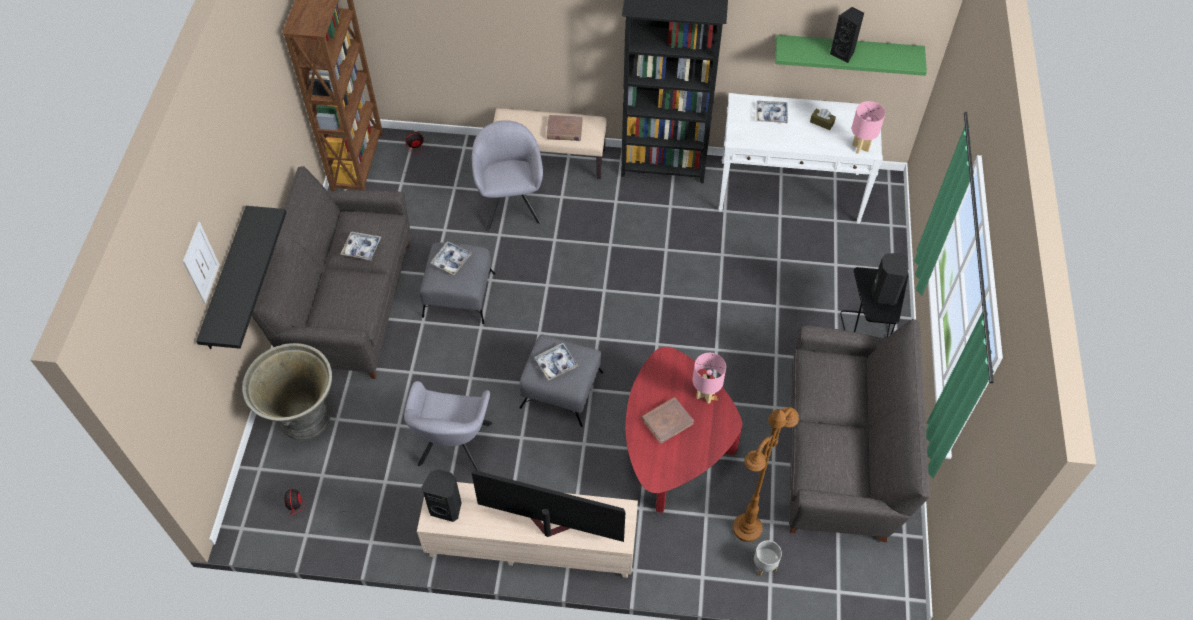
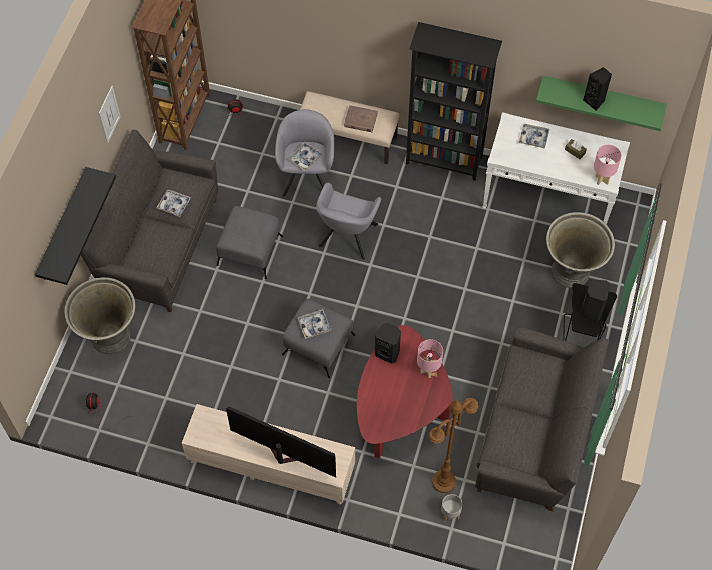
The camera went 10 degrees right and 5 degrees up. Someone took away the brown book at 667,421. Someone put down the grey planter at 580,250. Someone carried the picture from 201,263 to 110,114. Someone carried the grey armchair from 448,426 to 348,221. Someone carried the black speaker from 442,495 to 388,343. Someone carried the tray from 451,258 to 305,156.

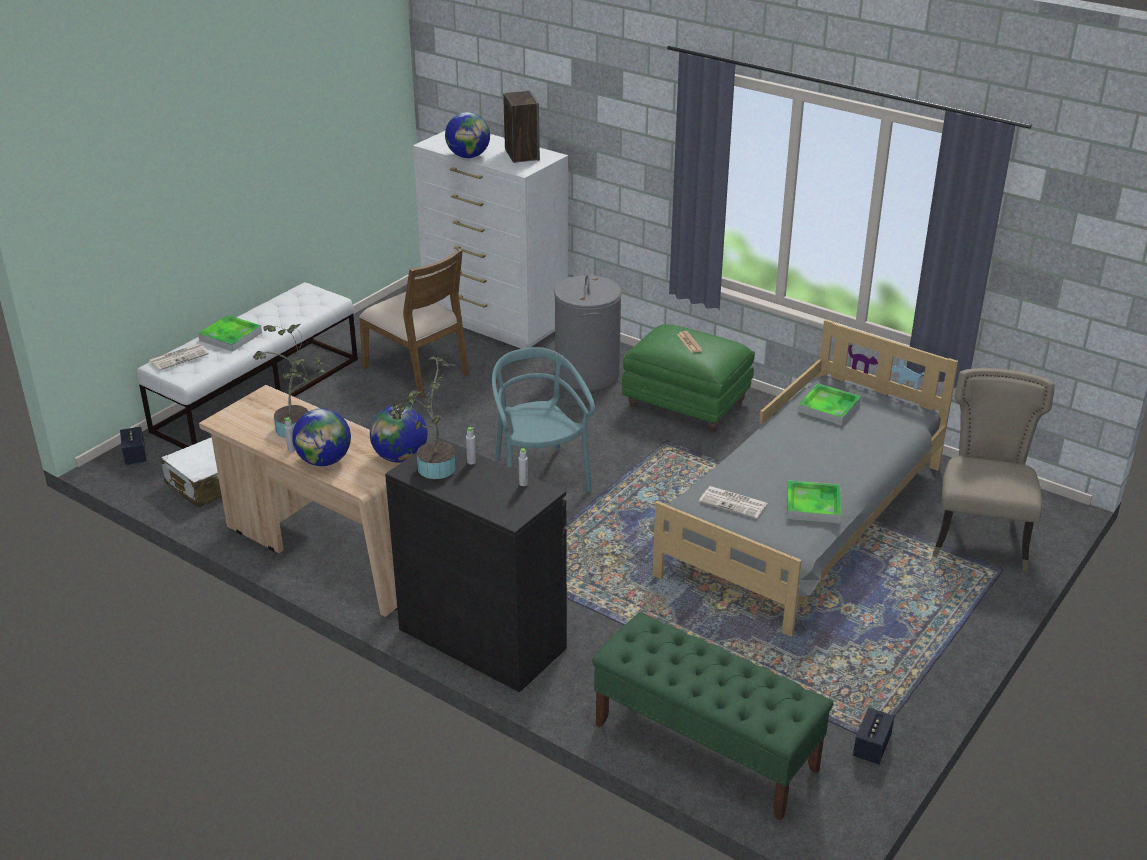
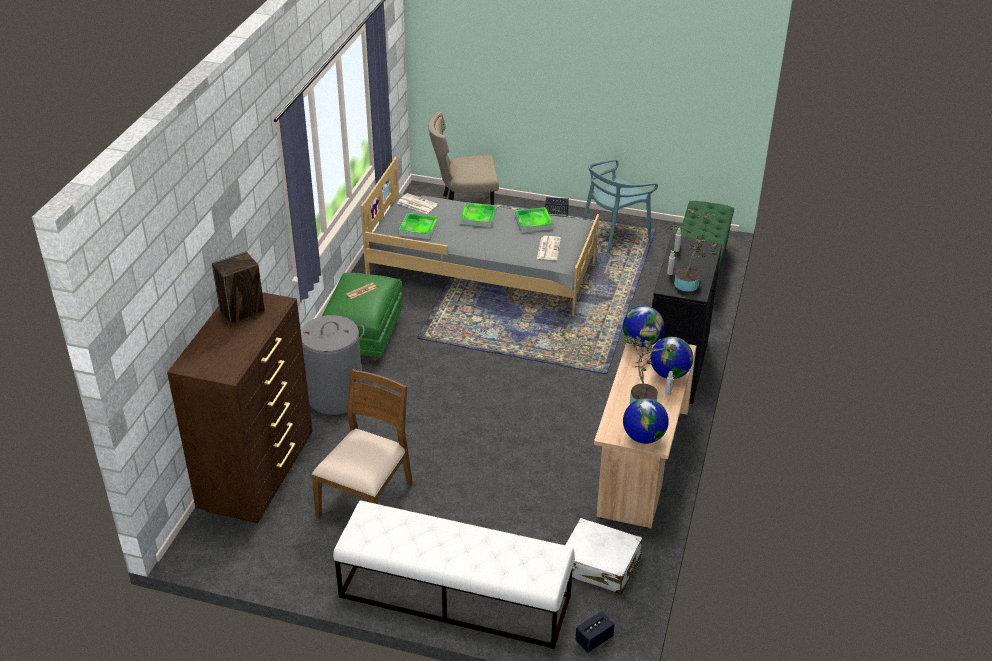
The camera went 110 degrees left and 5 degrees up. Someone carried the newspaper from 179,357 to 417,203. Someone carried the tray from 230,333 to 478,215. Someone carried the globe from 467,135 to 646,421. Someone carried the turquoise chair from 543,419 to 620,206. Someone carried the speaker from 874,736 to 557,207. Someone repainted the white dresser at 490,240, which became the brown dresser at 239,407.

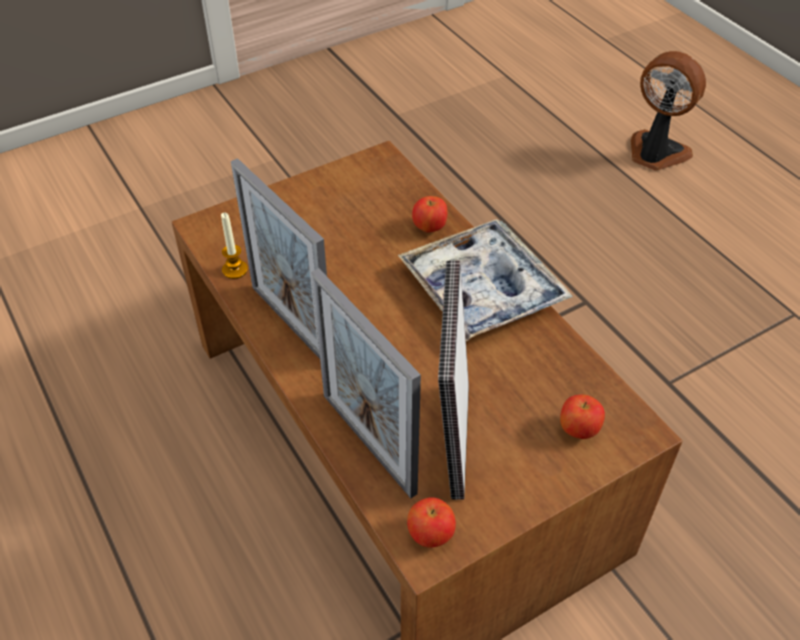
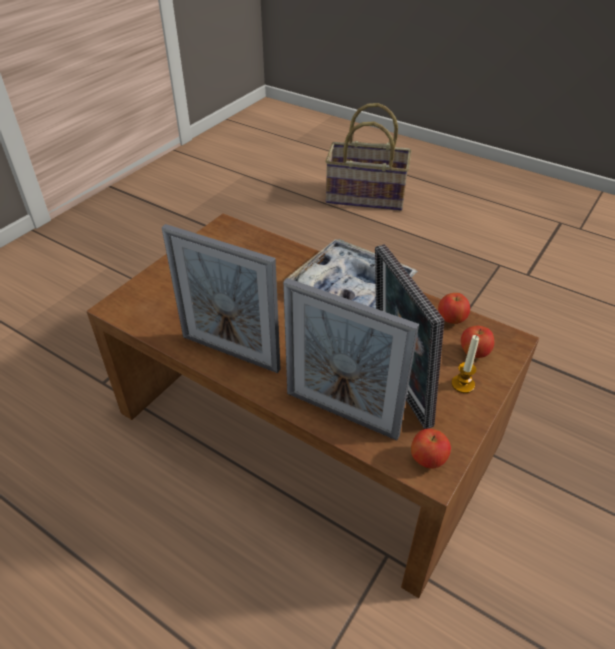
The camera went 25 degrees left and 5 degrees down. Someone carried the candle from 234,246 to 465,364. Someone carried the apple from 429,214 to 454,308. Someone swapped the fan at 668,111 for the basket at 368,157.

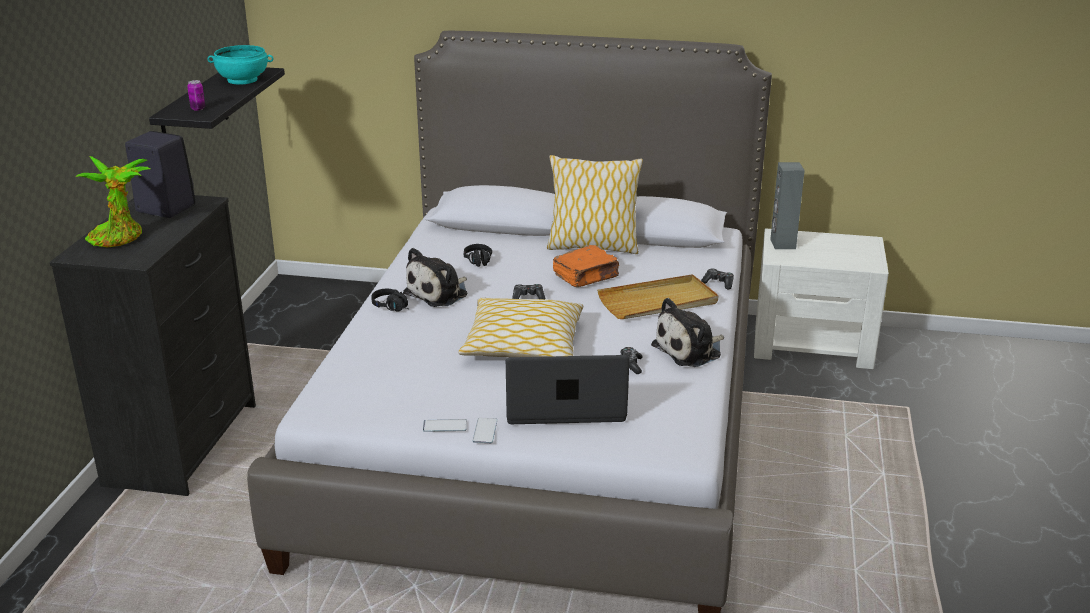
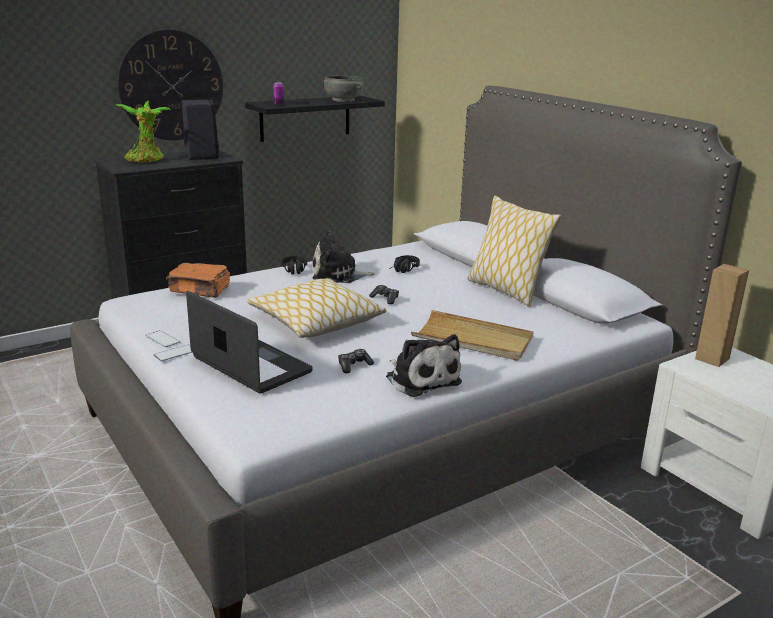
The camera went 45 degrees right and 5 degrees down. Someone took away the game controller at 717,279. Someone put up the wall clock at 170,84. Someone carried the orange book from 586,266 to 198,280. Someone repainted the turquoise bowl at 240,65, which became the grey bowl at 344,88. Someone repainted the grey speaker at 787,205, which became the brown speaker at 722,315. Someone rotated the plush toy at 687,332 by 135 degrees counterclockwise.

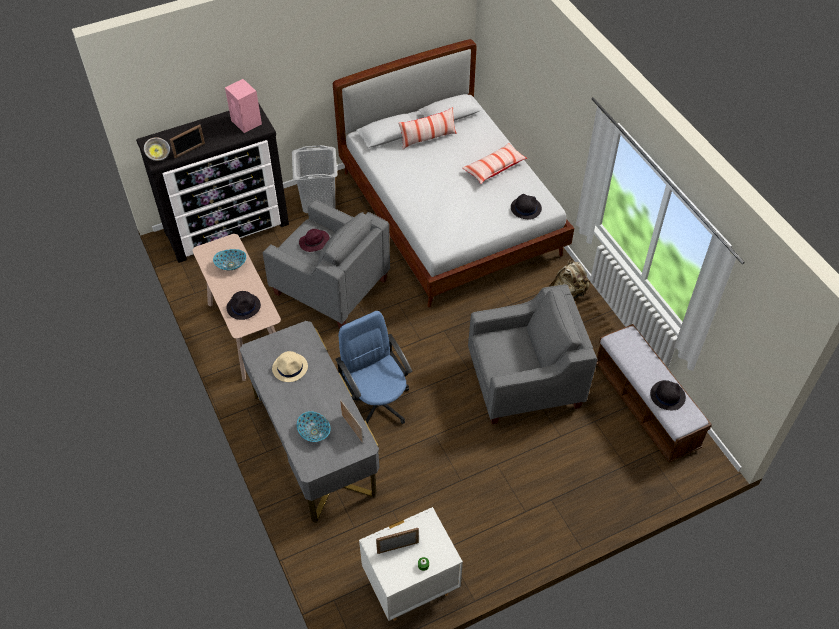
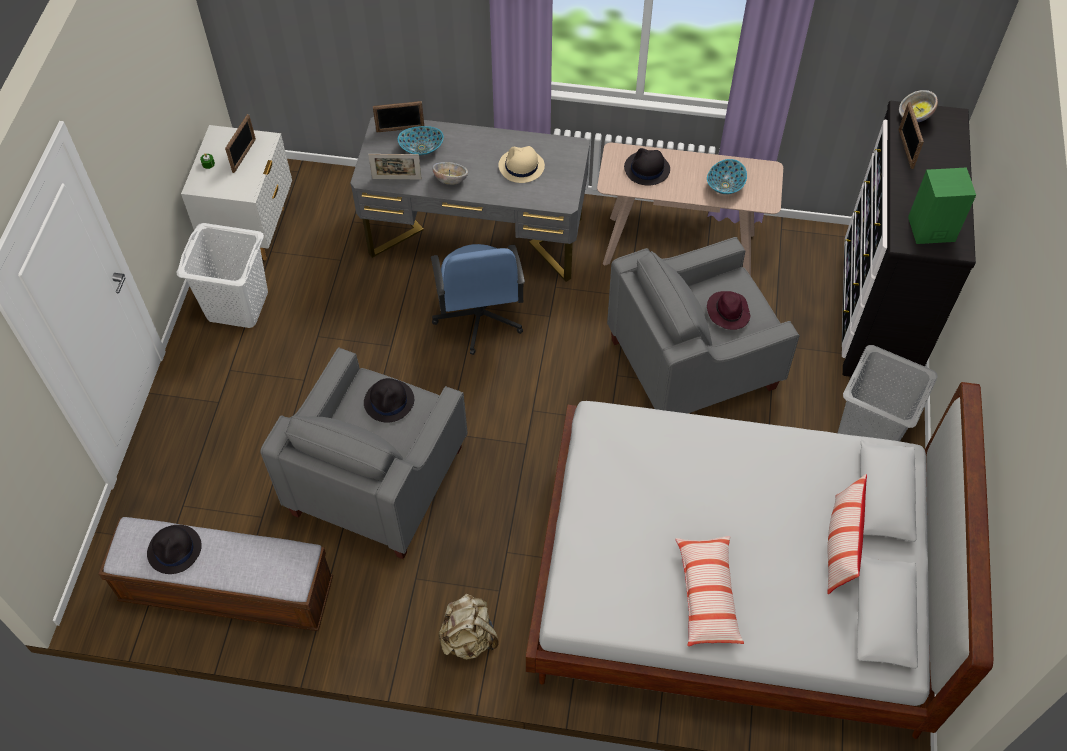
The camera went 125 degrees right and 5 degrees up. Someone put down the white laundry basket at 222,275. Someone put down the picture frame at 398,117. Someone put down the bowl at 450,173. Someone carried the black hat from 526,207 to 389,400. Someone repainted the pink speaker at 243,106, which became the green speaker at 942,205. Someone rotated the blue office chair at 374,367 by 75 degrees clockwise.

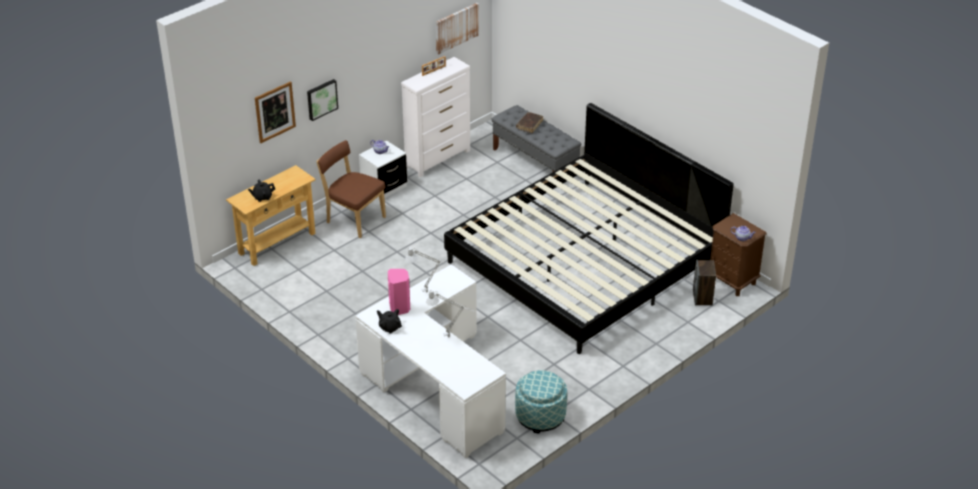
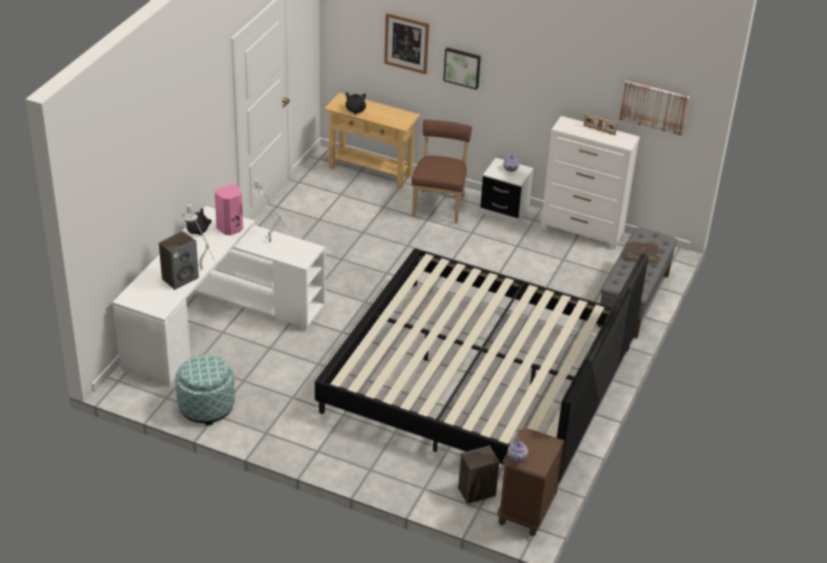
The camera went 65 degrees right and 0 degrees up. Someone put down the speaker at 179,260.

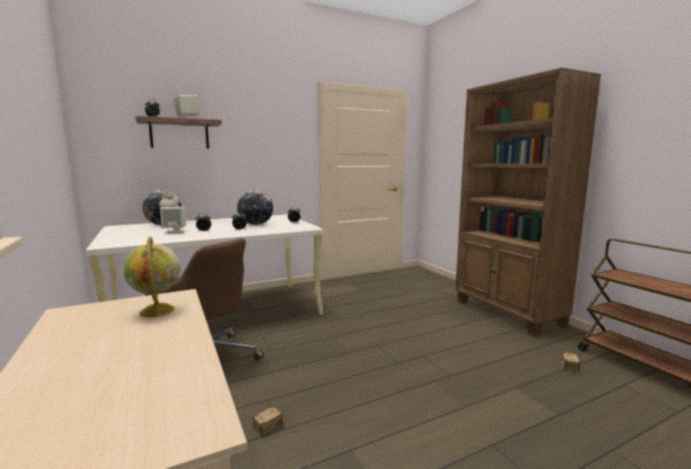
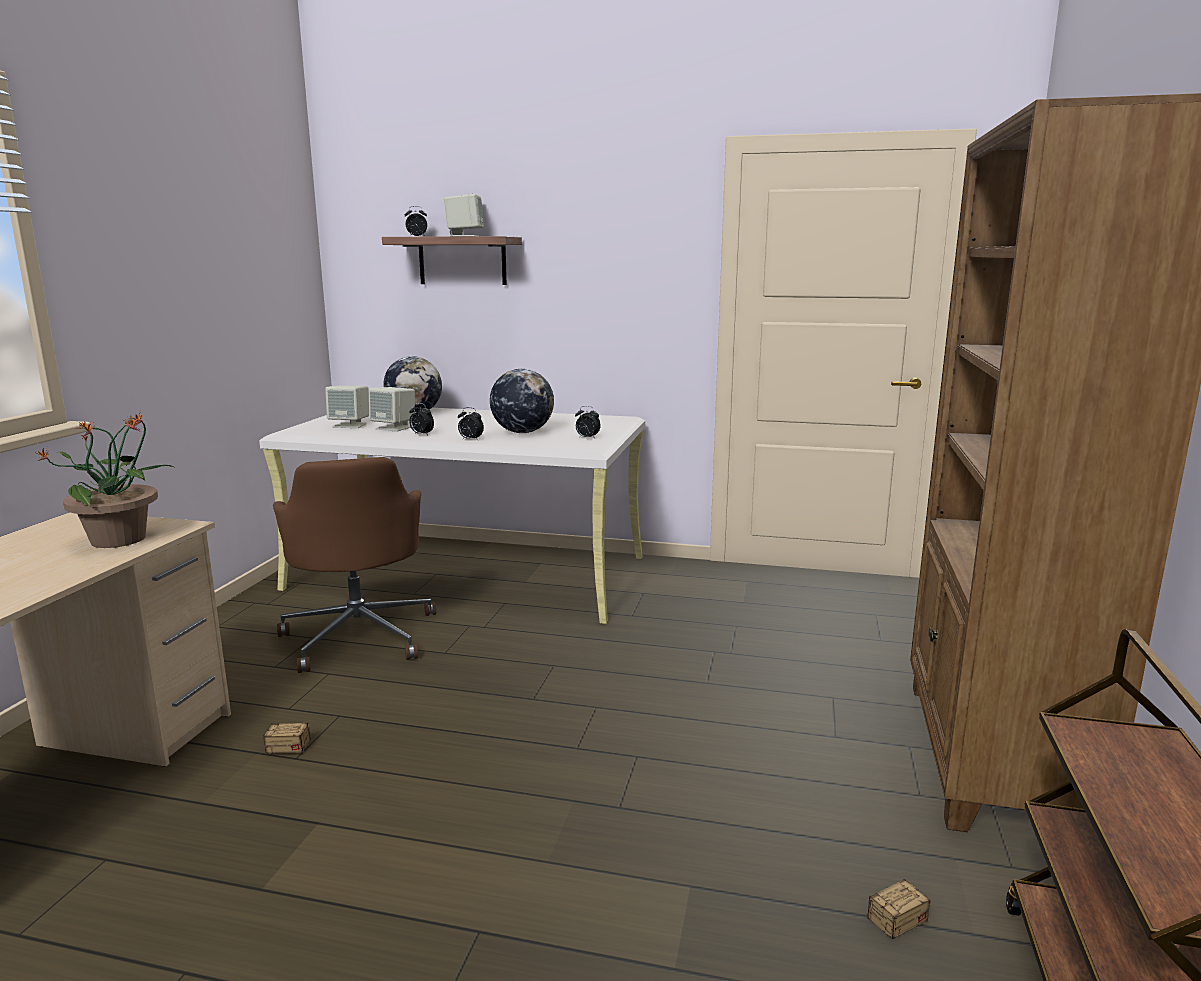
The camera went 40 degrees right and 5 degrees up. Someone put down the beige speaker at 347,406. Someone swapped the globe at 152,276 for the potted plant at 104,479.

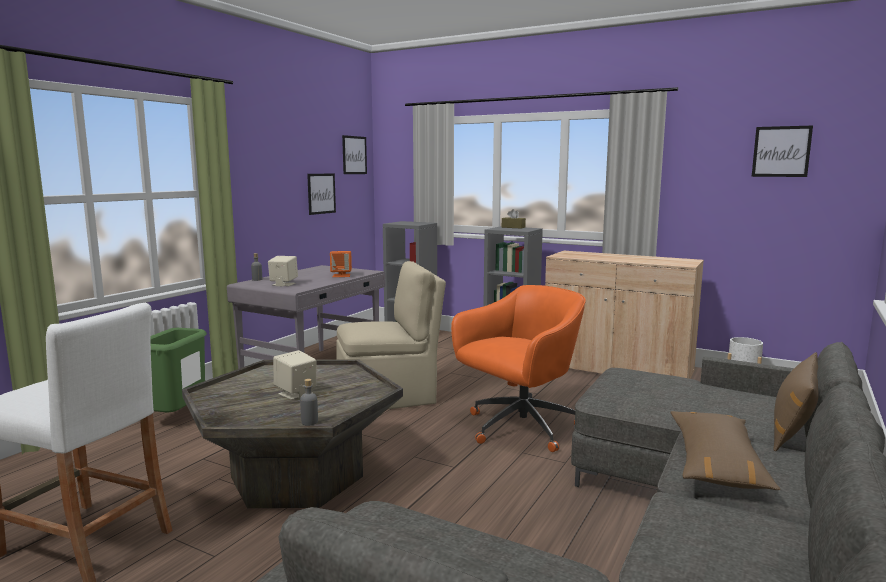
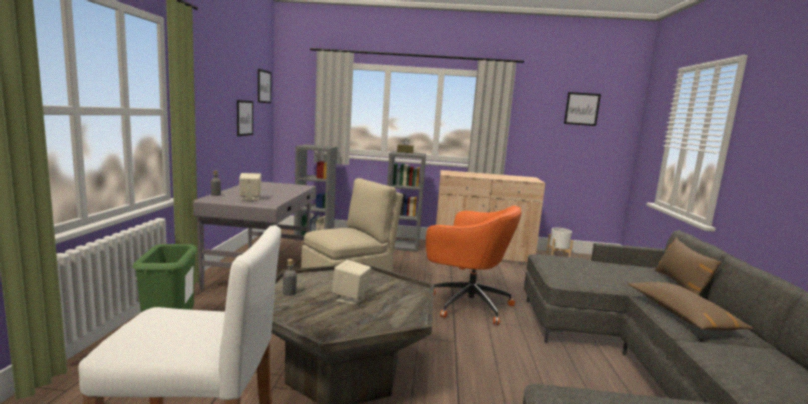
The camera went 25 degrees left and 0 degrees up. Someone took away the orange speaker at 341,264. Someone carried the grey bottle from 309,402 to 290,277. Someone rotated the orange office chair at 518,368 by 90 degrees clockwise.

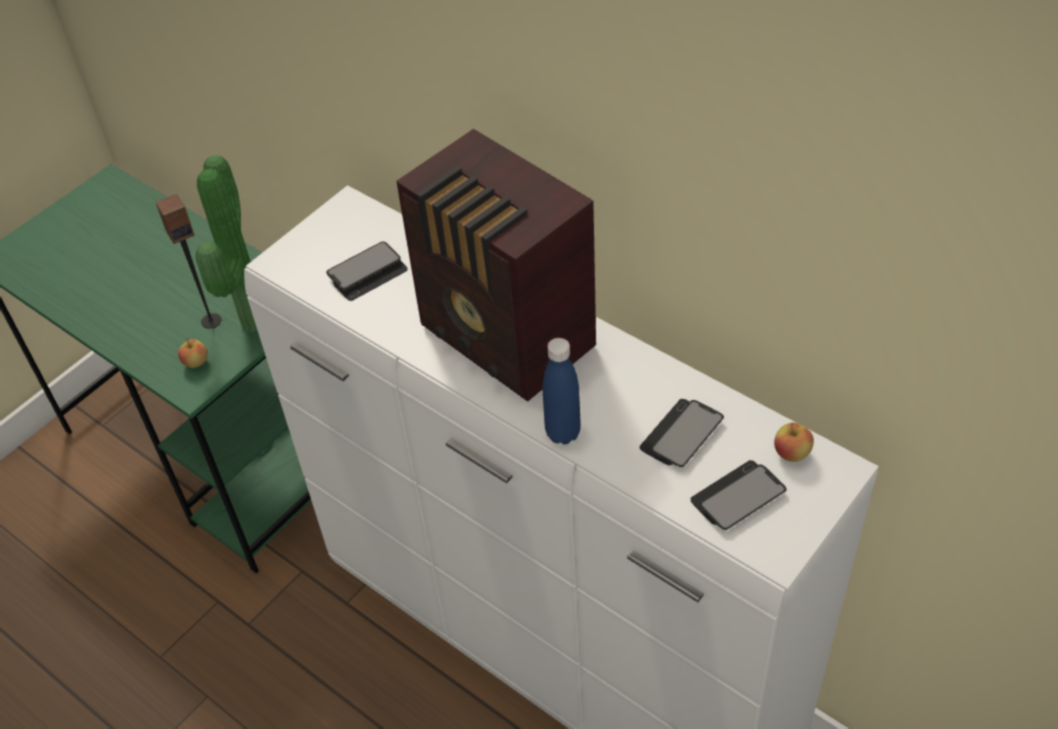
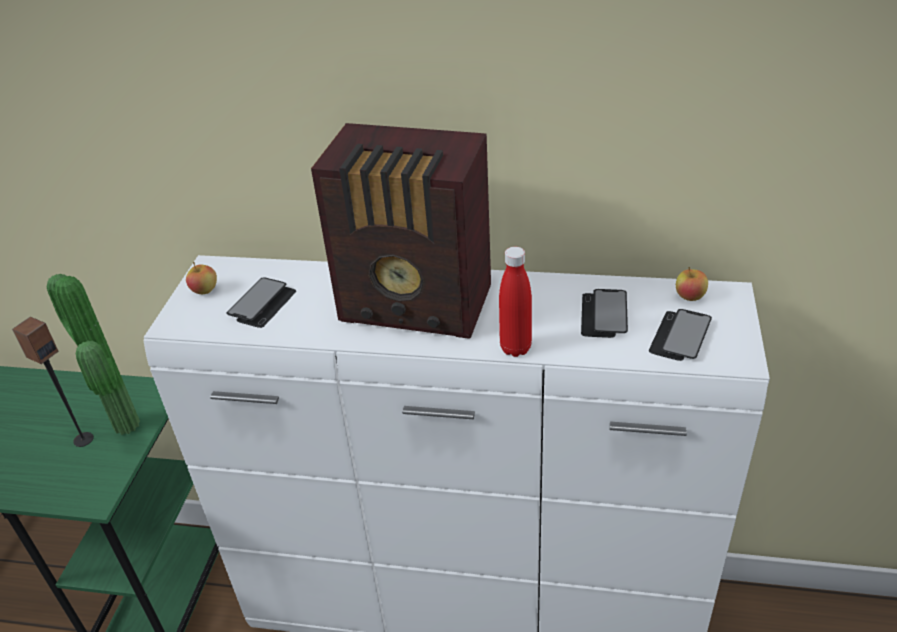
The camera went 30 degrees left and 10 degrees down. Someone carried the apple from 193,353 to 201,278. Someone repainted the blue bottle at 561,391, which became the red bottle at 515,302.

